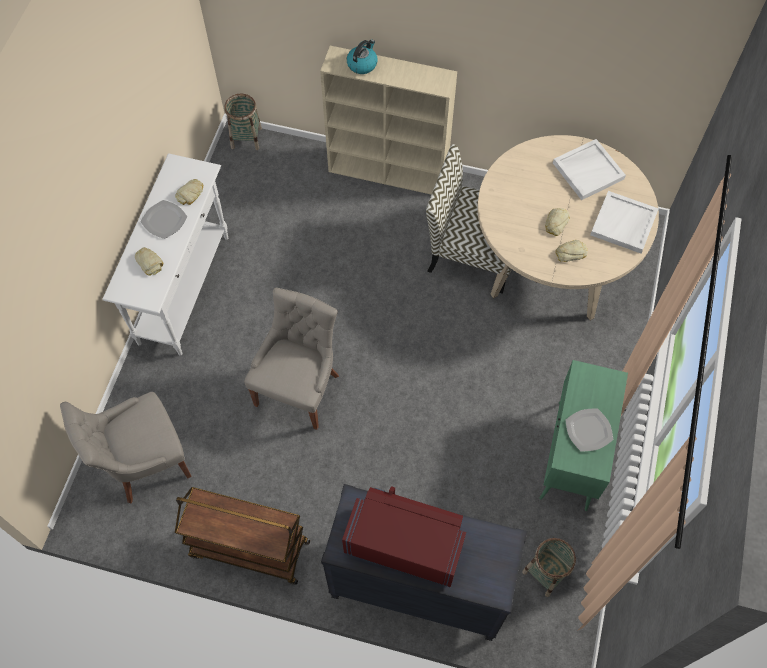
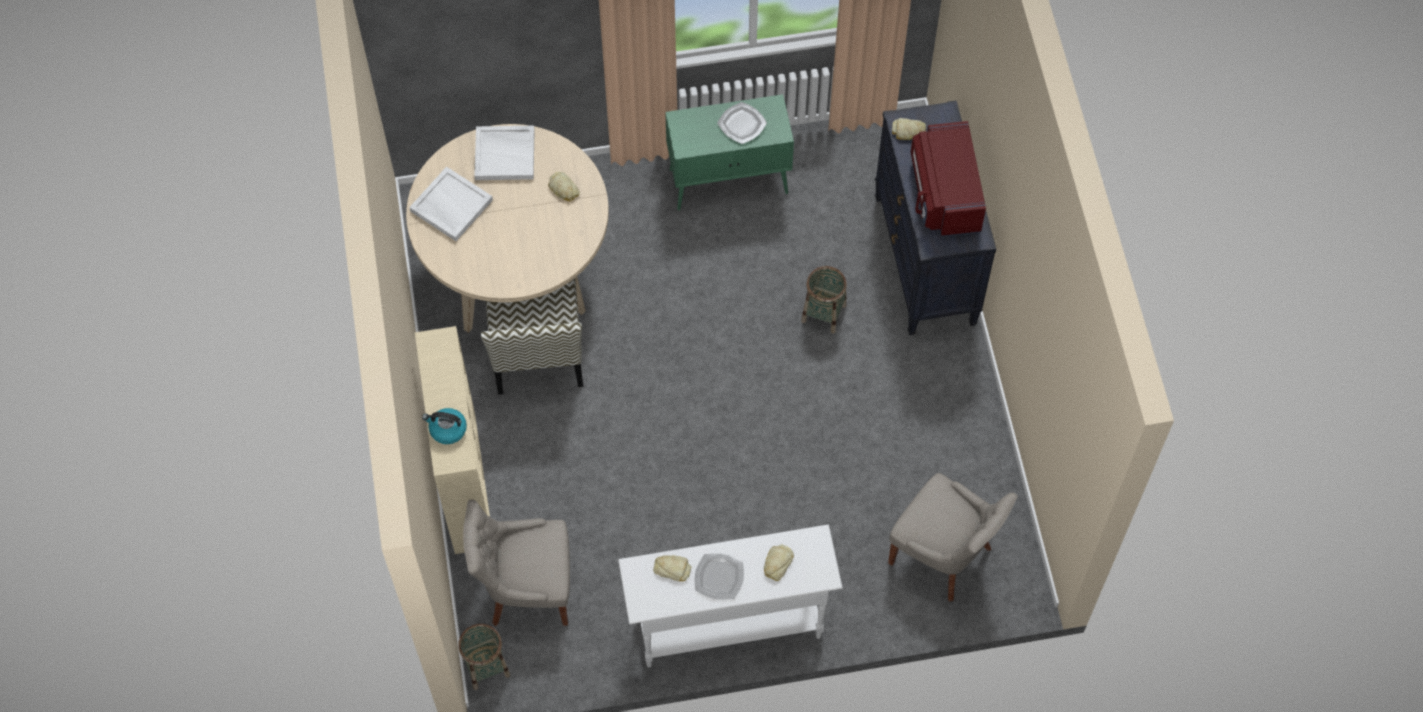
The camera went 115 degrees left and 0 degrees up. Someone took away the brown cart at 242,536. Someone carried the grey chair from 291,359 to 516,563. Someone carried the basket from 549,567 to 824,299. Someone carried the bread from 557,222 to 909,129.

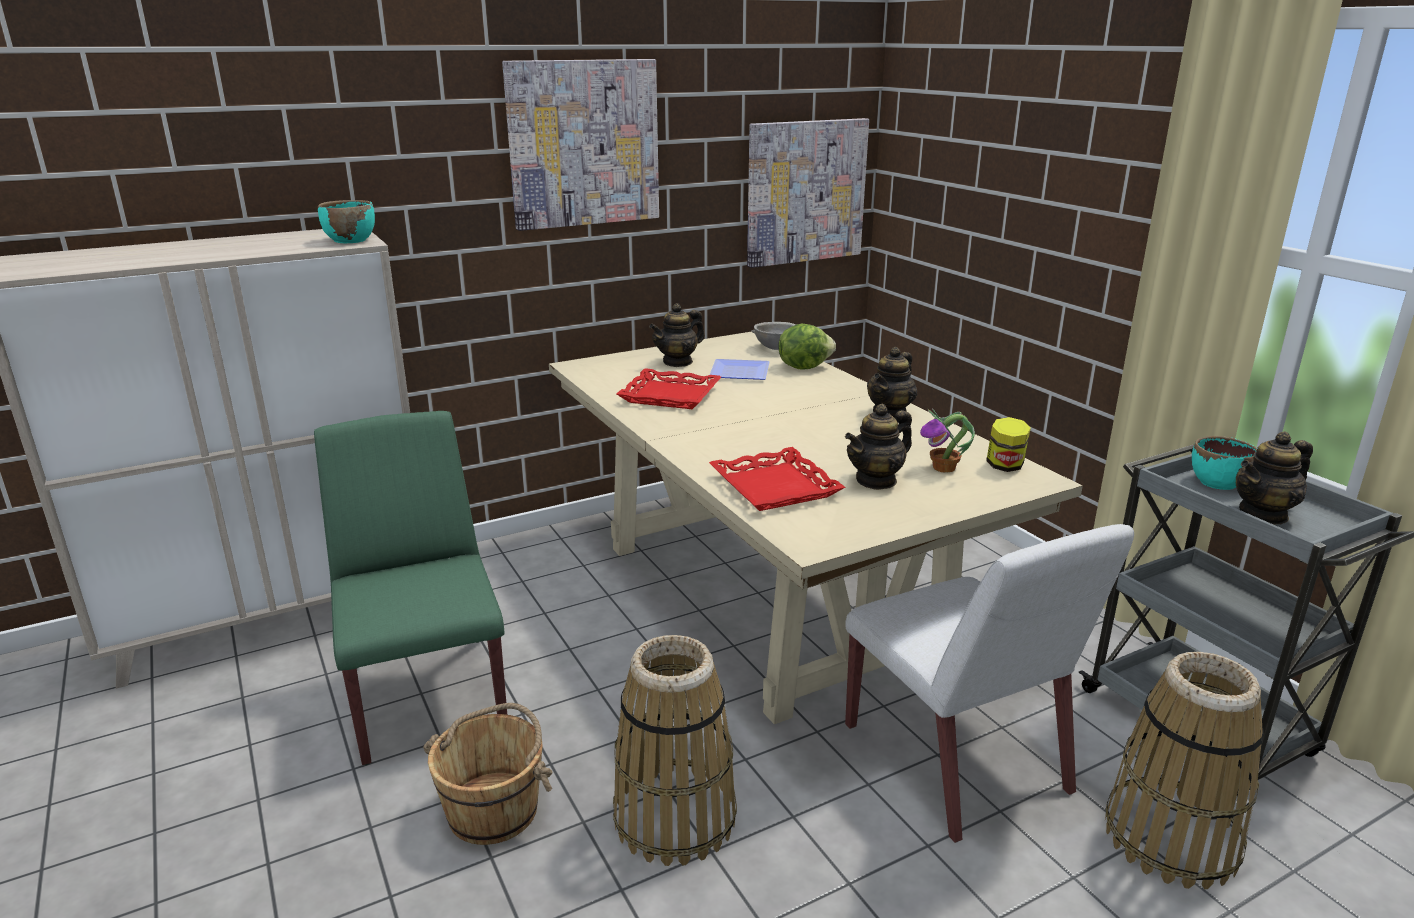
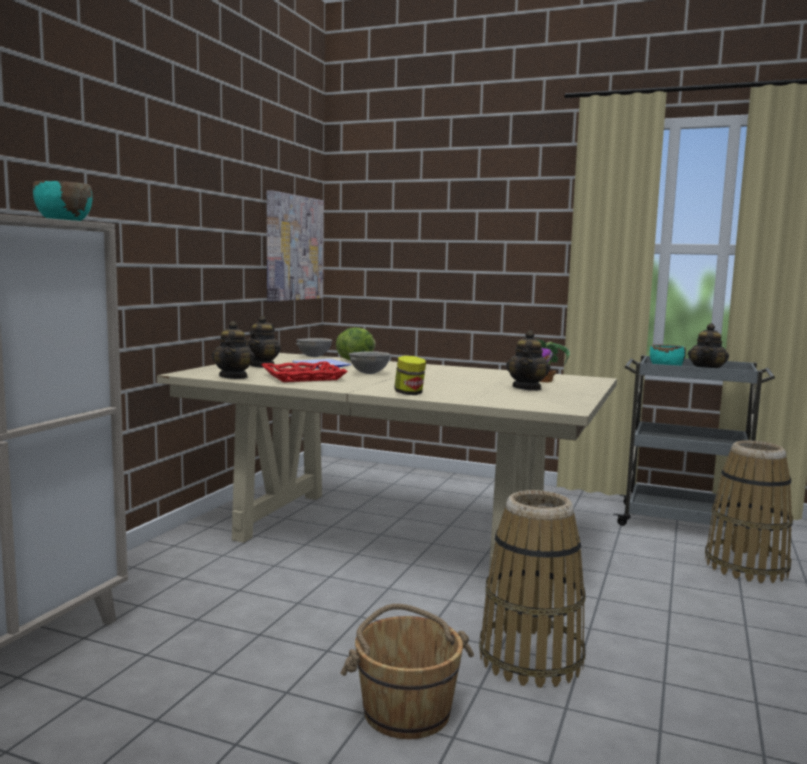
The camera went 40 degrees left and 15 degrees down. Someone took away the green chair at 410,588. Someone took away the picture at 580,145. Someone took away the red tray at 777,479. Someone took away the white chair at 989,683. Someone put down the grey bowl at 370,362. Someone carried the teapot from 892,383 to 233,350. Someone carried the jar from 1008,444 to 410,375.

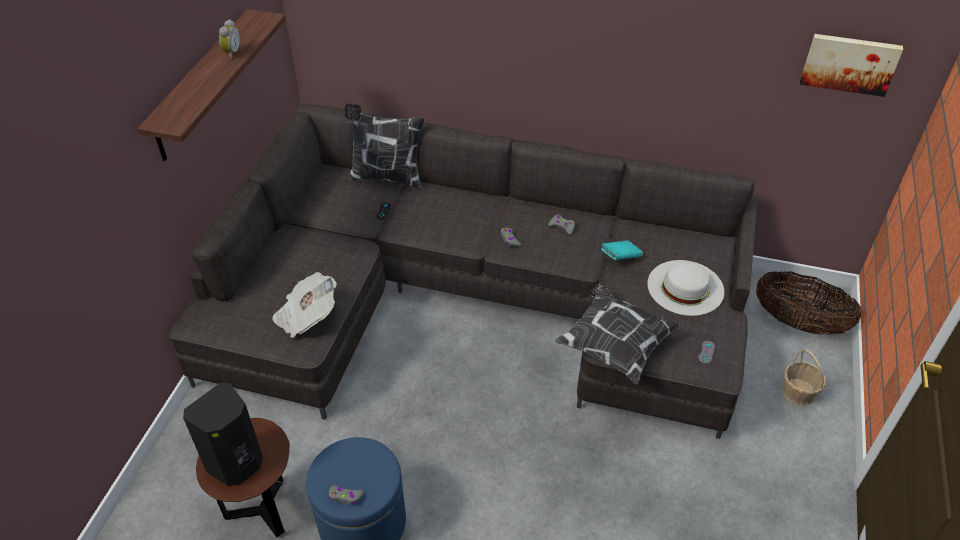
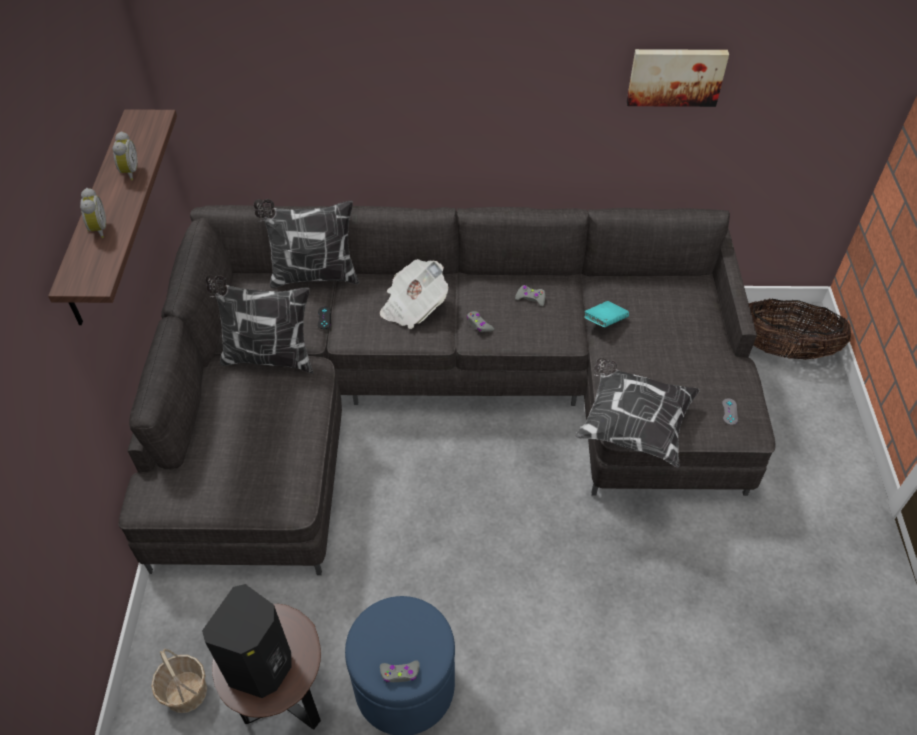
The camera went 15 degrees left and 5 degrees up. Someone took away the white hat at 685,288. Someone put down the alarm clock at 93,213. Someone put down the pillow at 259,324. Someone carried the newspaper from 304,305 to 414,294. Someone carried the basket from 804,377 to 179,681. Someone carried the picture from 851,65 to 678,78.

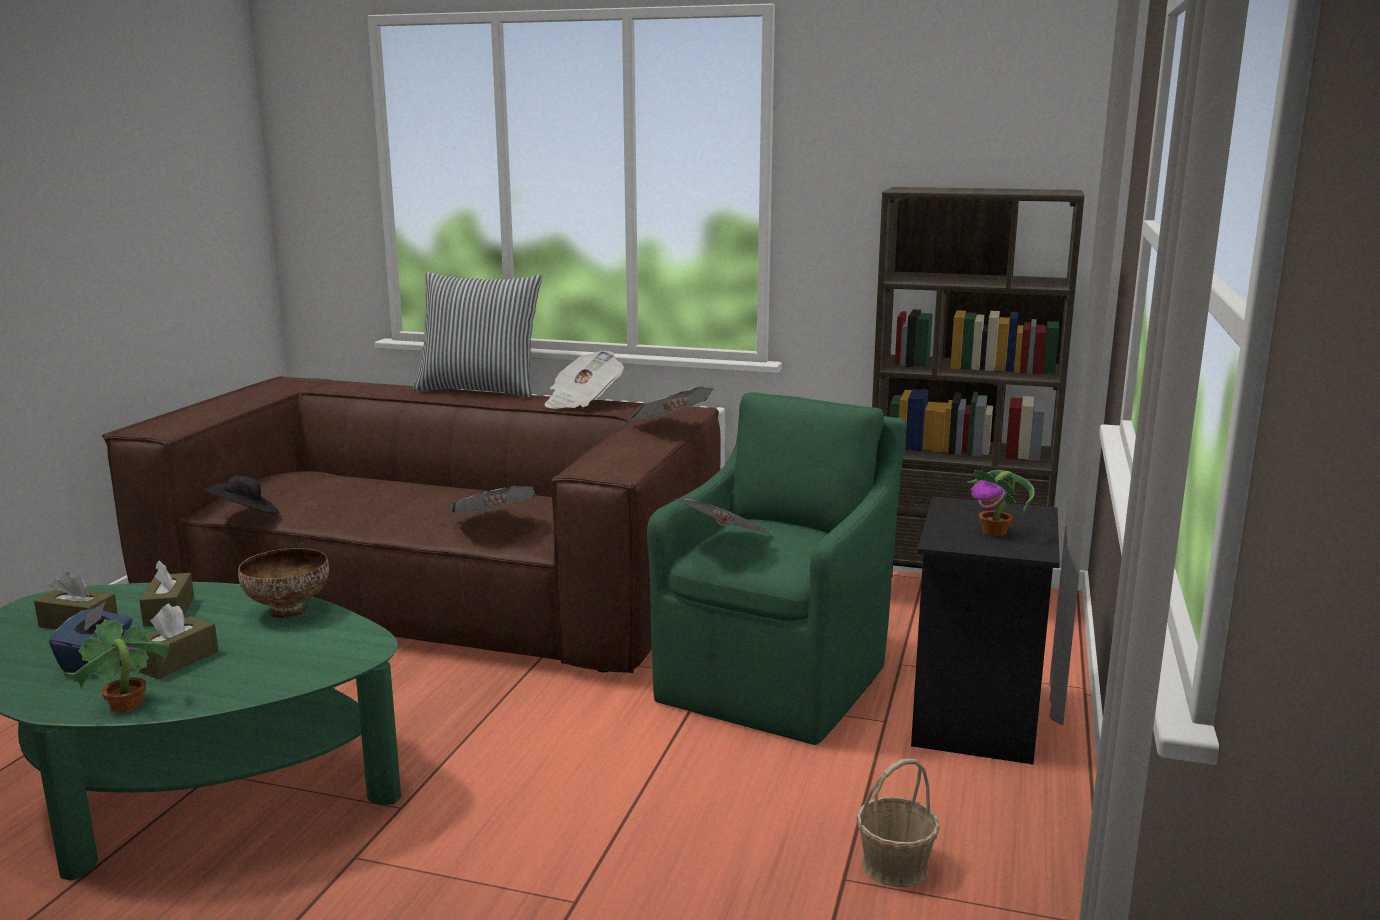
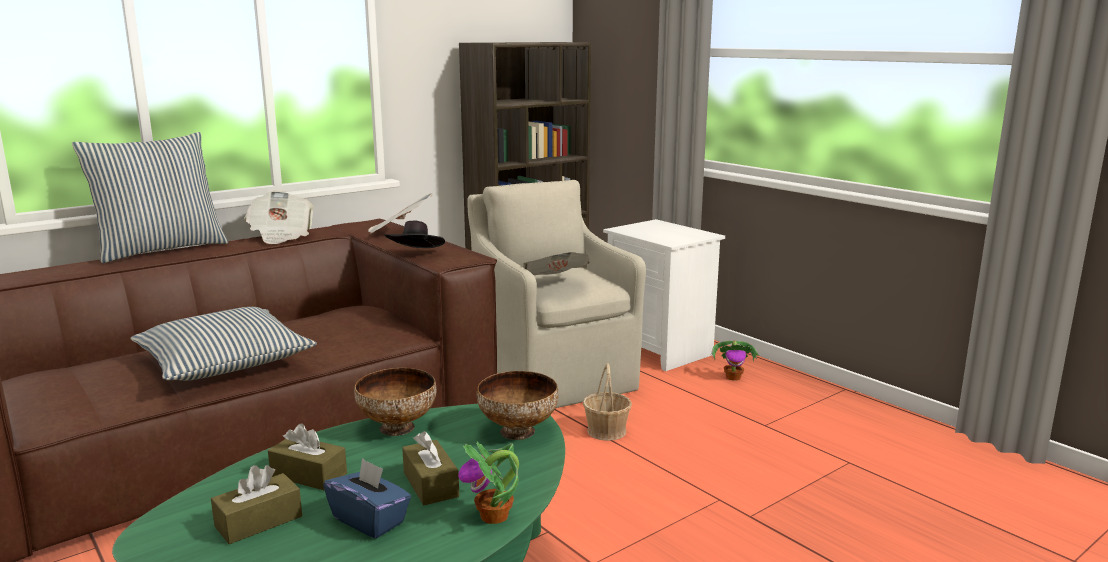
The camera went 55 degrees left and 0 degrees up. Someone took away the newspaper at 492,500. Someone put down the pillow at 224,344. Someone put down the bowl at 518,405. Someone carried the black hat from 242,494 to 414,234. Someone carried the basket from 898,822 to 607,402. Someone carried the potted plant from 1001,503 to 735,360. Someone repainted the green armchair at 776,568, which became the beige armchair at 556,294. Someone repainted the black nightstand at 985,630, which became the white nightstand at 664,295.

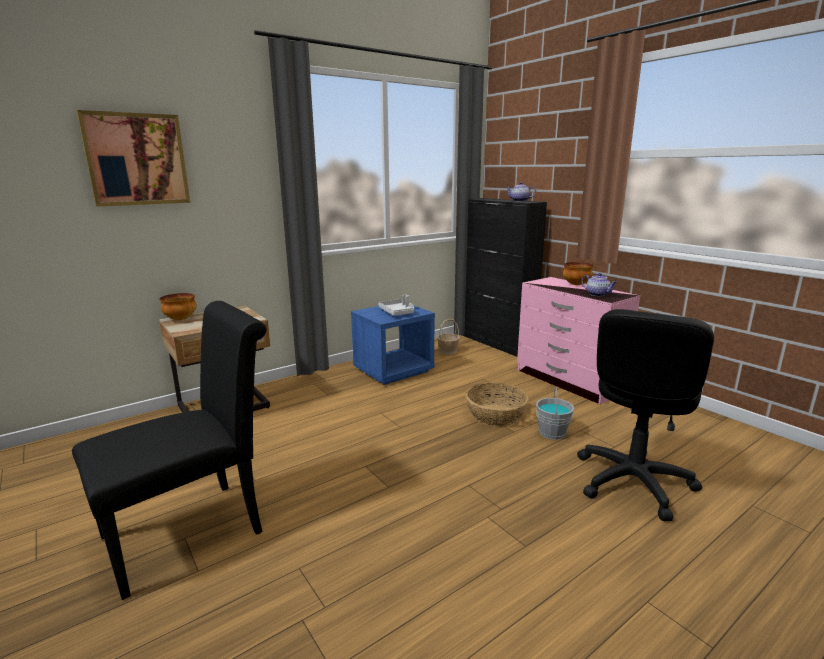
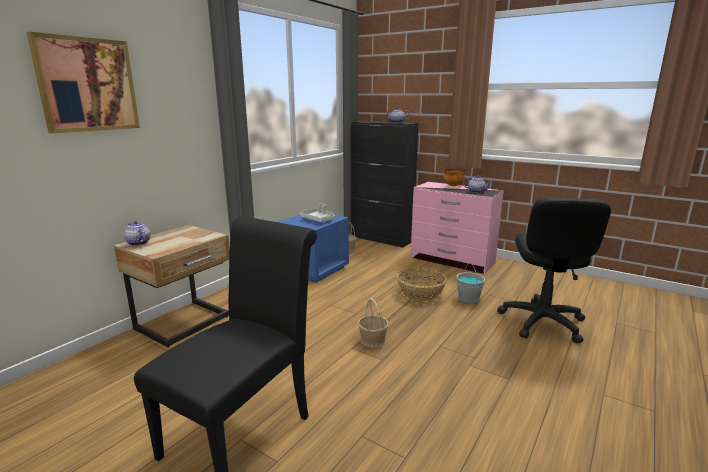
The camera went 20 degrees left and 0 degrees up. Someone put down the basket at 373,323. Someone swapped the bowl at 178,306 for the teapot at 137,233.

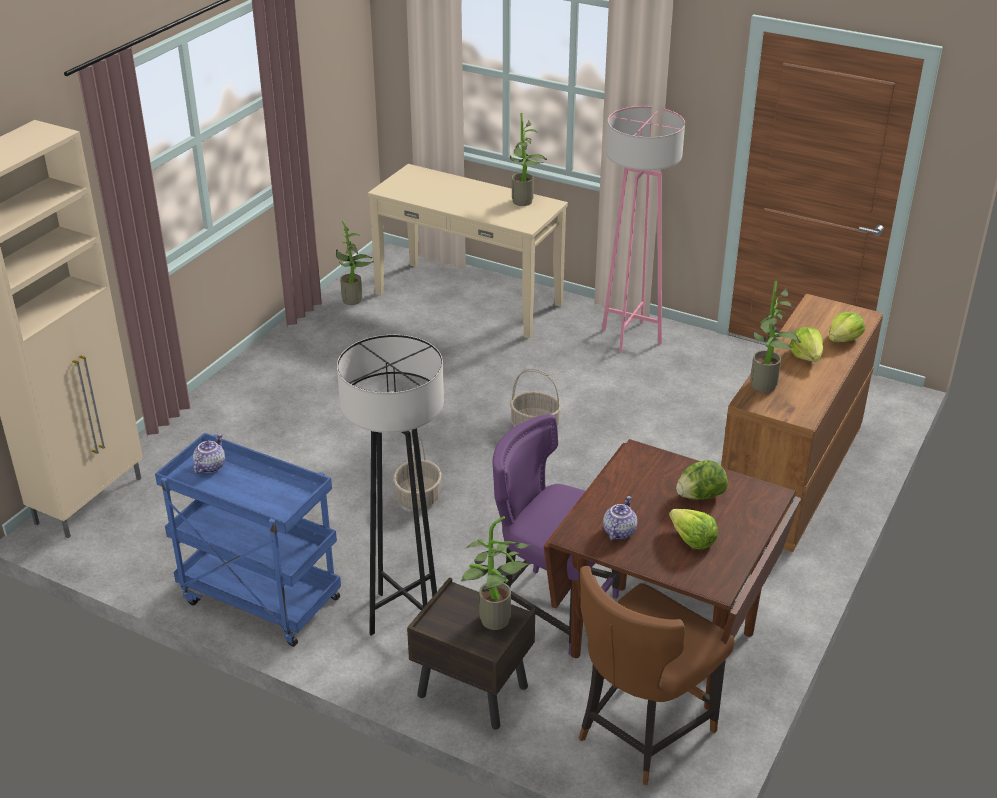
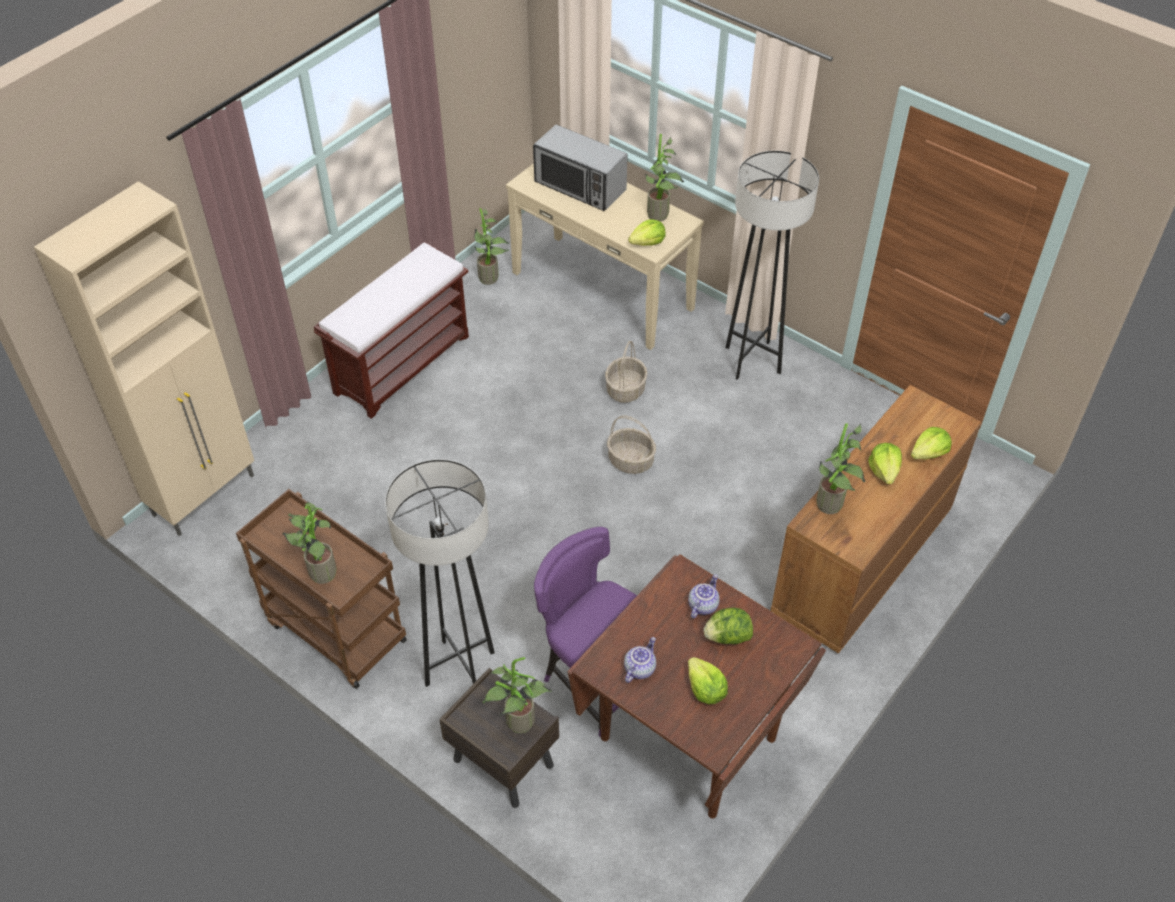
The camera went 10 degrees right and 15 degrees up. Someone took away the brown chair at 657,675. Someone put down the potted plant at 309,543. Someone put down the brown bench at 391,330. Someone put down the microwave at 580,168. Someone put down the lettuce at 647,232. Someone carried the teapot from 209,454 to 704,596. Someone carried the basket from 417,472 to 626,372. Someone repainted the blue cart at 248,540, which became the brown cart at 321,589. Someone repainted the pink floor lamp at 643,229, which became the grey floor lamp at 772,265.

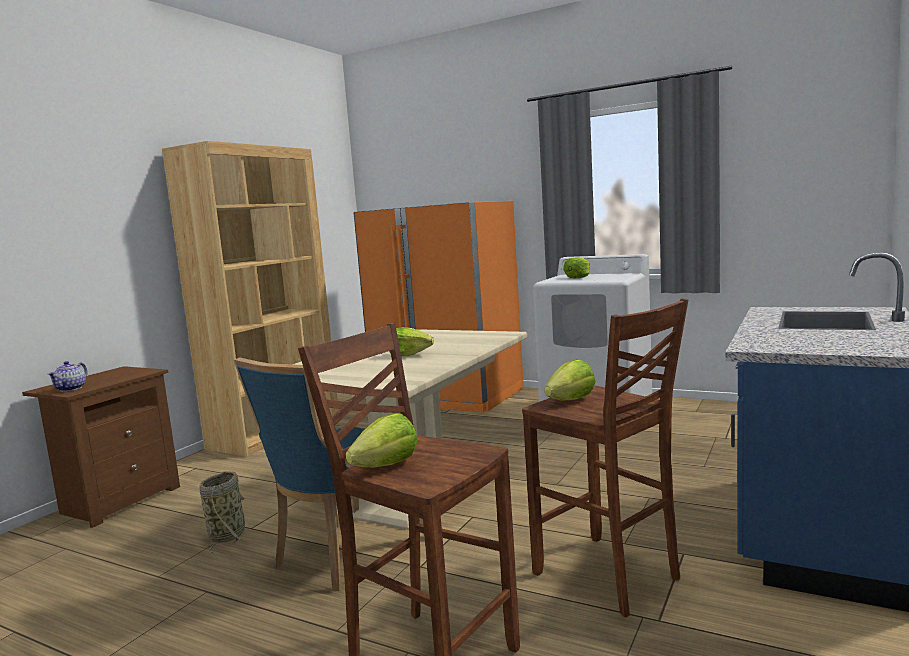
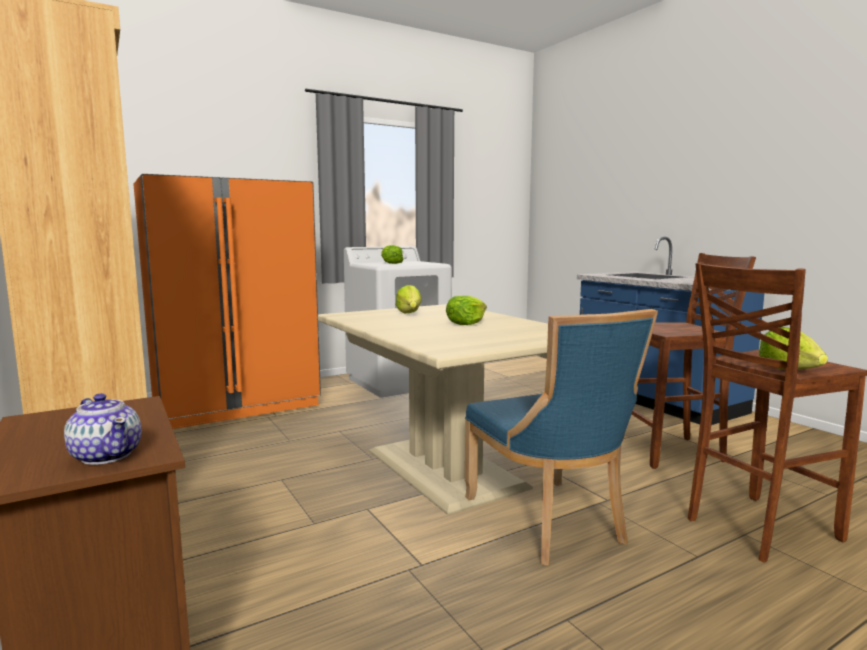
The camera went 60 degrees left and 0 degrees up. Someone took away the basket at 222,512. Someone carried the lettuce from 570,380 to 409,299.

